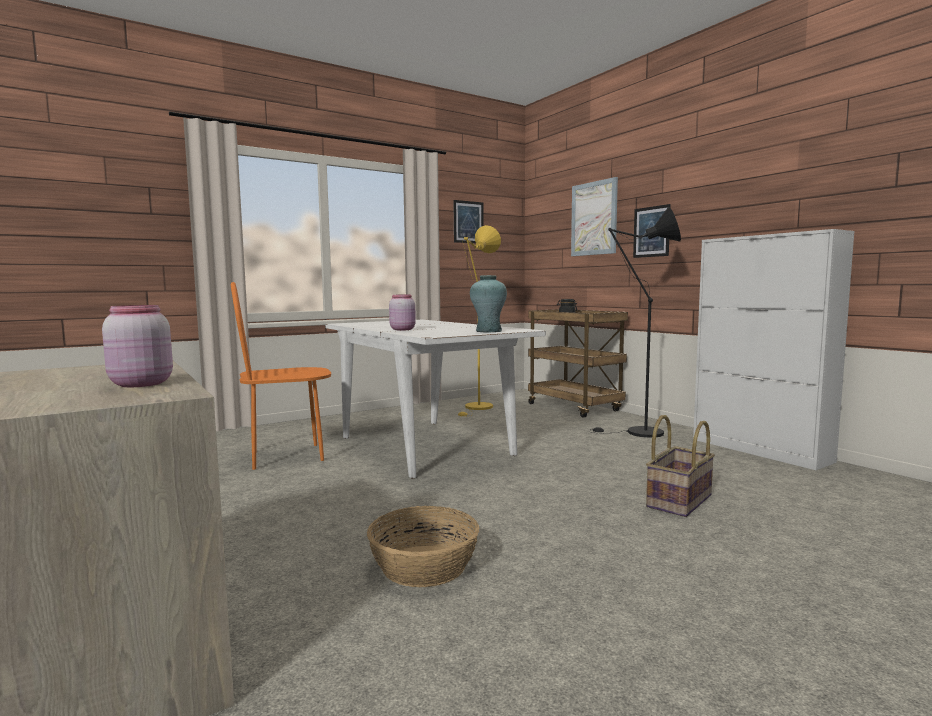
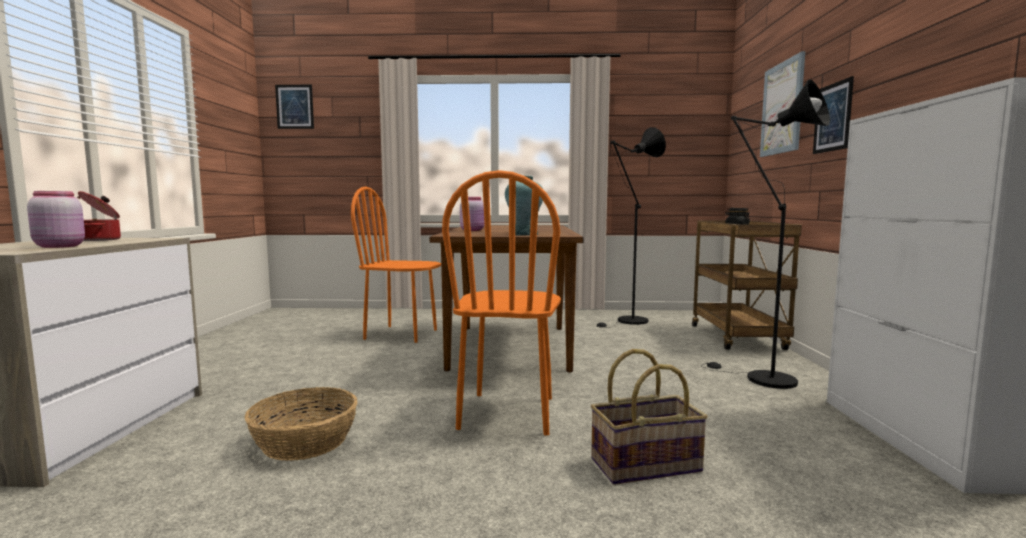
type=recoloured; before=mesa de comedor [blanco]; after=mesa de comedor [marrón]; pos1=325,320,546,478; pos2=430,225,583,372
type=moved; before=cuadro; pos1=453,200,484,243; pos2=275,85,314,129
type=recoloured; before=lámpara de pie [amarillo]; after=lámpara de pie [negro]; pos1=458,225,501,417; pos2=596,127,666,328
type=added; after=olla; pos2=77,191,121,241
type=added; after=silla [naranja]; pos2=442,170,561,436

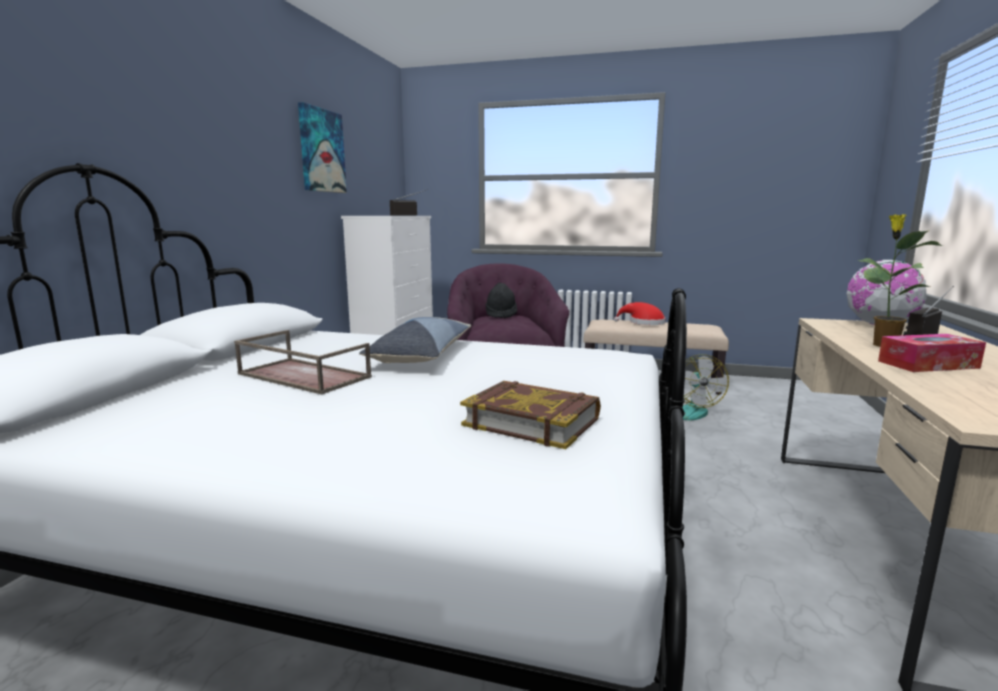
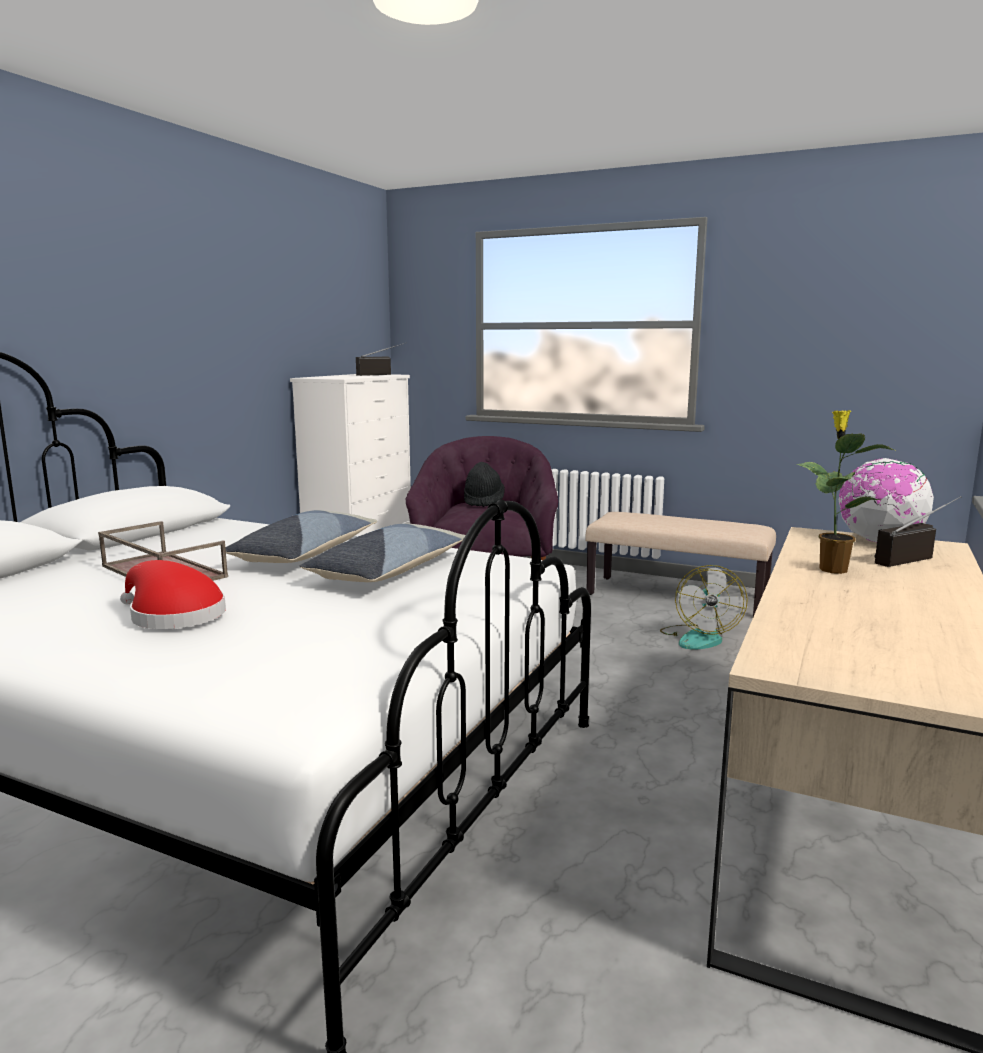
type=removed; before=cuadro; pos1=298,102,347,193
type=removed; before=libro; pos1=460,381,601,449
type=moved; before=sombrero [rojo]; pos1=614,302,665,325; pos2=120,560,226,629
type=removed; before=caja de pañuelos; pos1=878,334,986,372
type=added; after=cojín; pos2=299,524,466,582

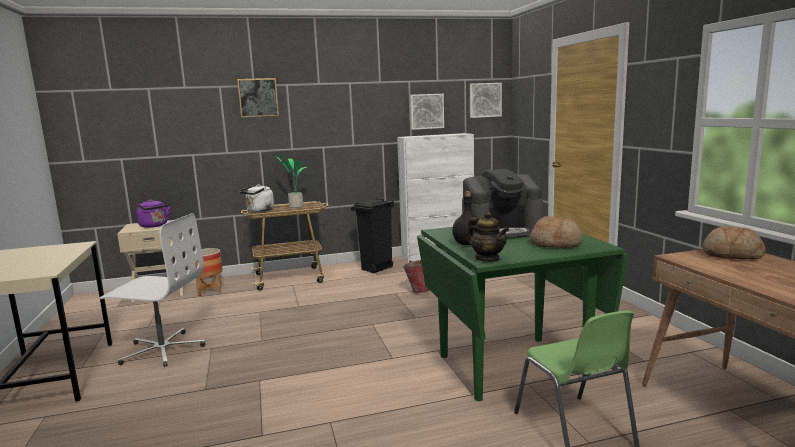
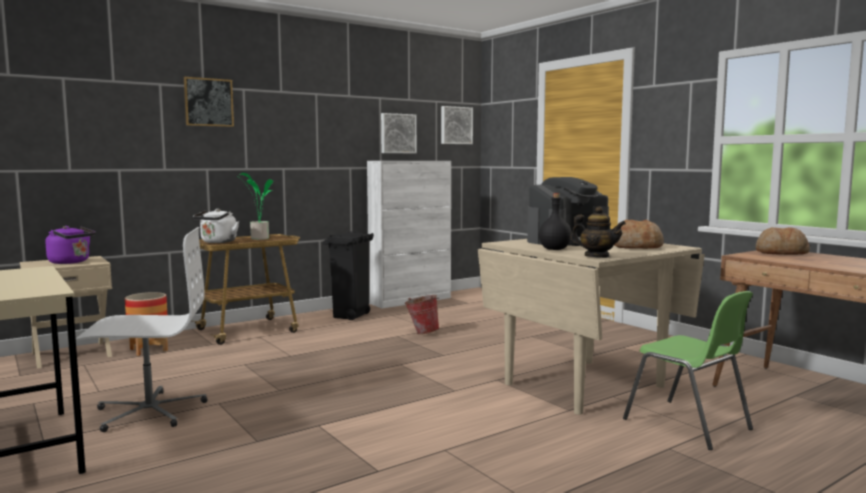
type=recoloured; before=mesa de comedor [verde]; after=mesa de comedor [beis]; pos1=417,227,629,401; pos2=478,239,705,415

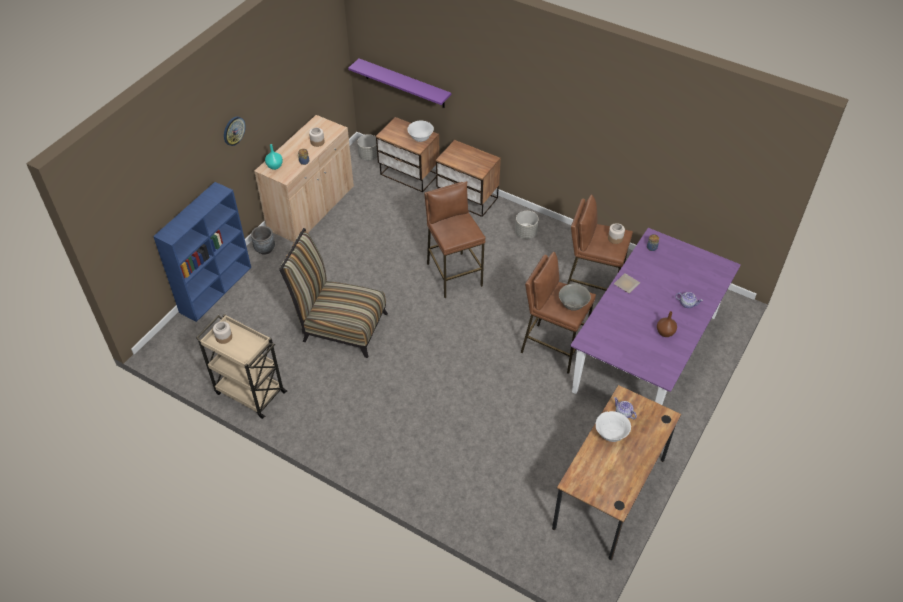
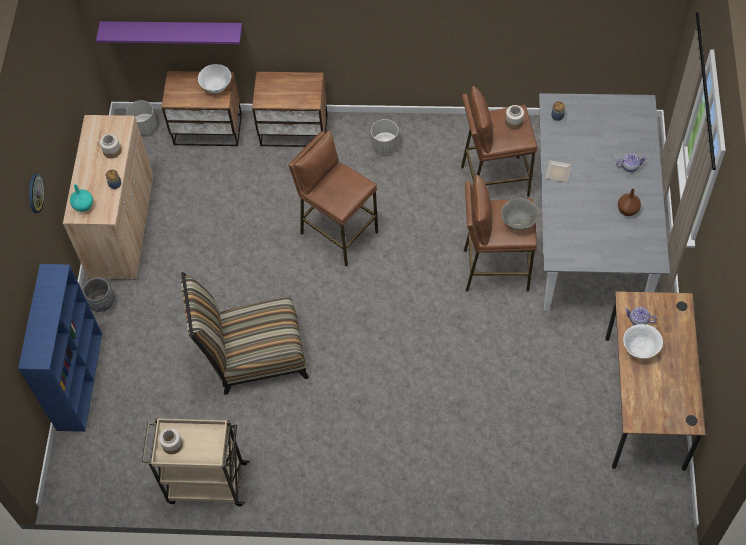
type=recoloured; before=mesa de comedor [morado]; after=mesa de comedor [gris]; pos1=570,228,741,405; pos2=539,93,670,311

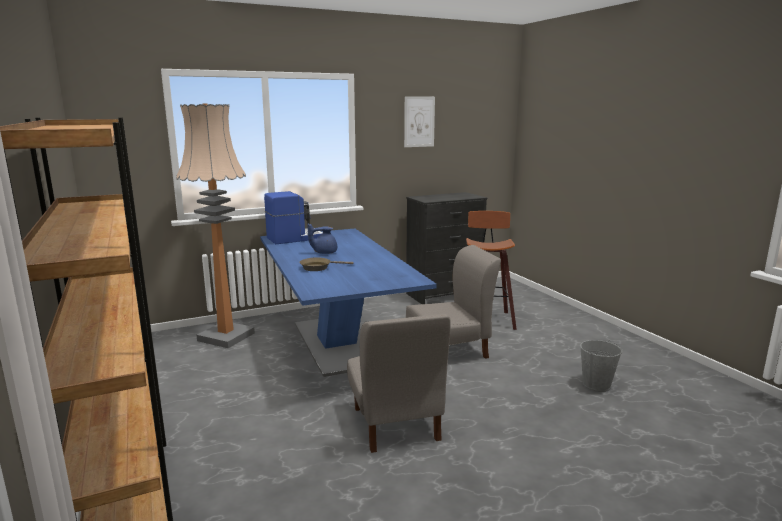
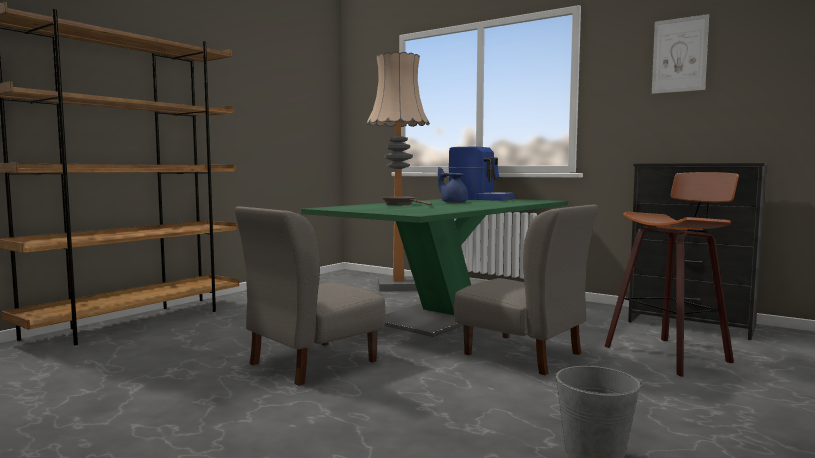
type=recoloured; before=mesa de comedor [azul]; after=mesa de comedor [verde]; pos1=260,229,437,377; pos2=301,199,568,337

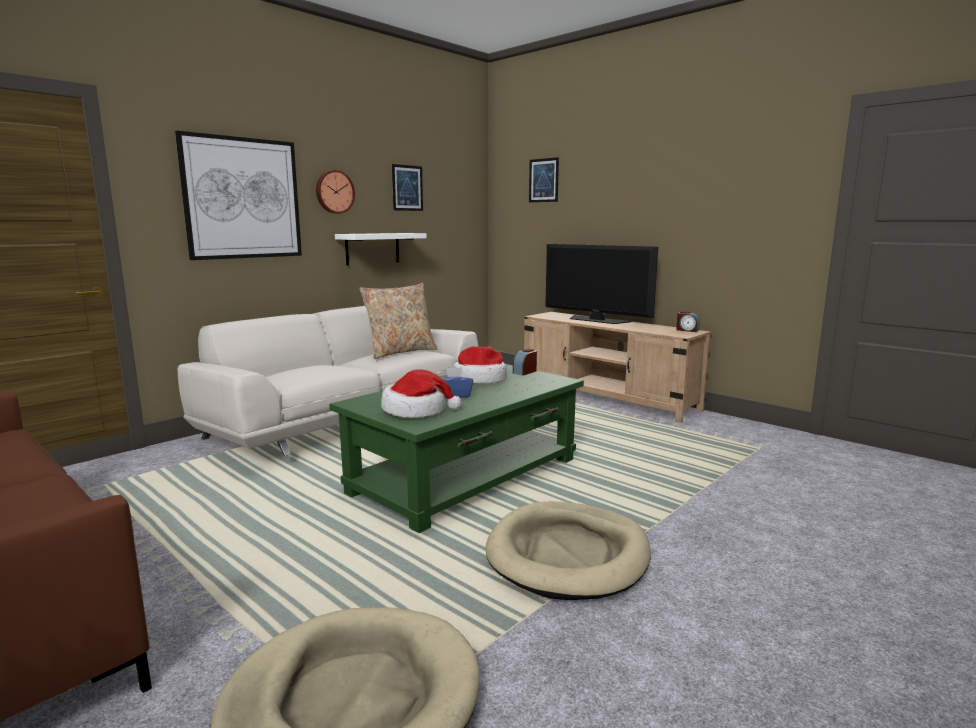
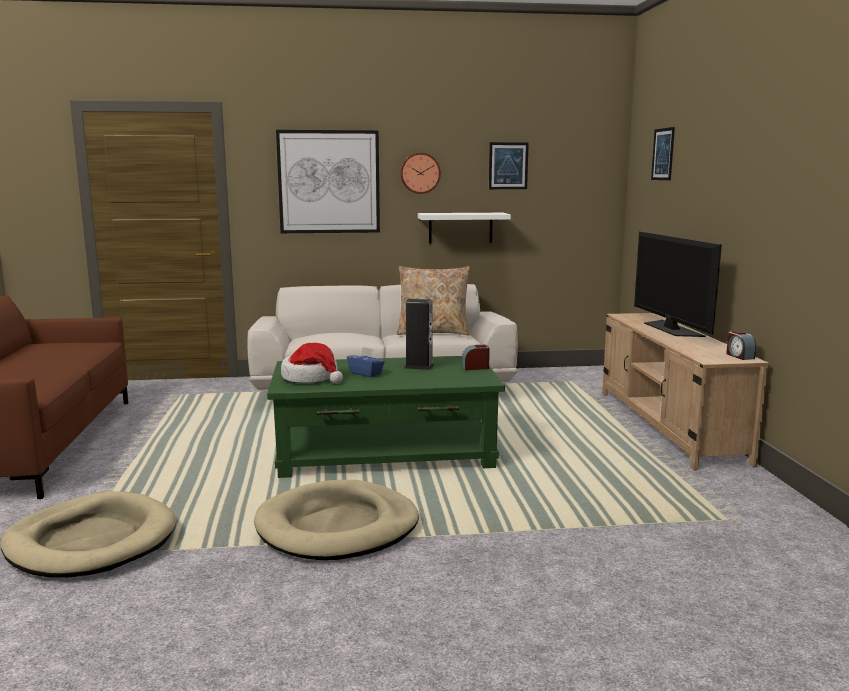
type=replaced; before=sombrero; after=altavoz; pos1=453,346,507,384; pos2=405,299,434,370

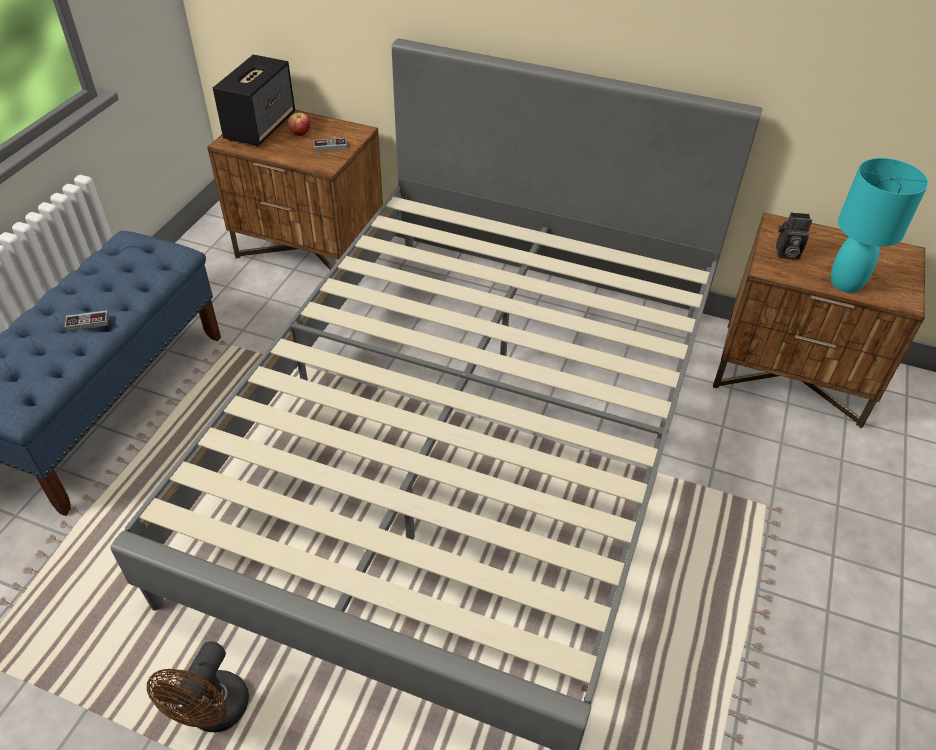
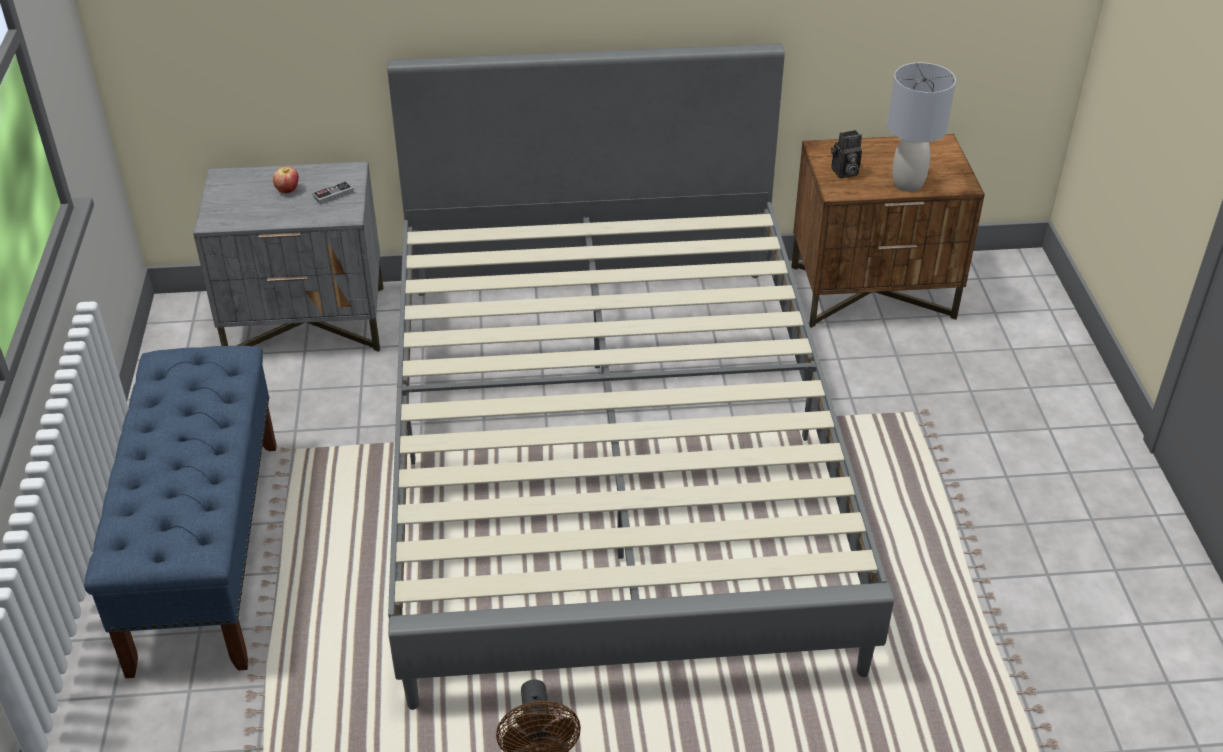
type=removed; before=mando de consola; pos1=64,310,109,331
type=recoloured; before=mesita de noche [marrón]; after=mesita de noche [gris]; pos1=207,110,383,270; pos2=193,161,384,352
type=removed; before=altavoz; pos1=213,55,295,147
type=recoloured; before=lámpara de mesa [turquesa]; after=lámpara de mesa [gris]; pos1=831,158,928,293; pos2=887,63,956,192

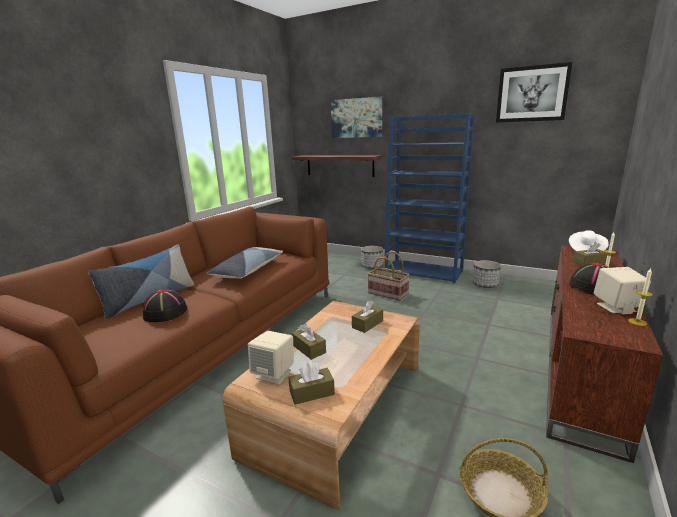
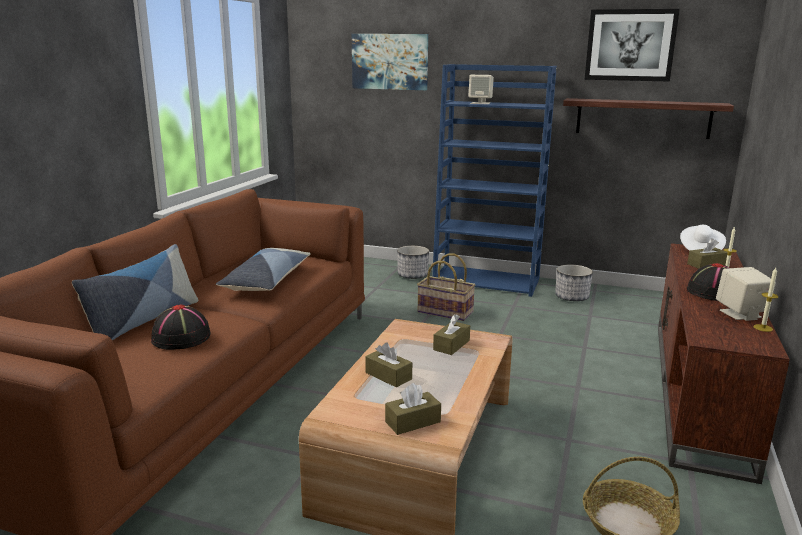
type=moved; before=altavoz [beis]; pos1=248,331,294,384; pos2=469,75,494,104
type=moved; before=estante; pos1=292,155,382,177; pos2=563,98,734,139

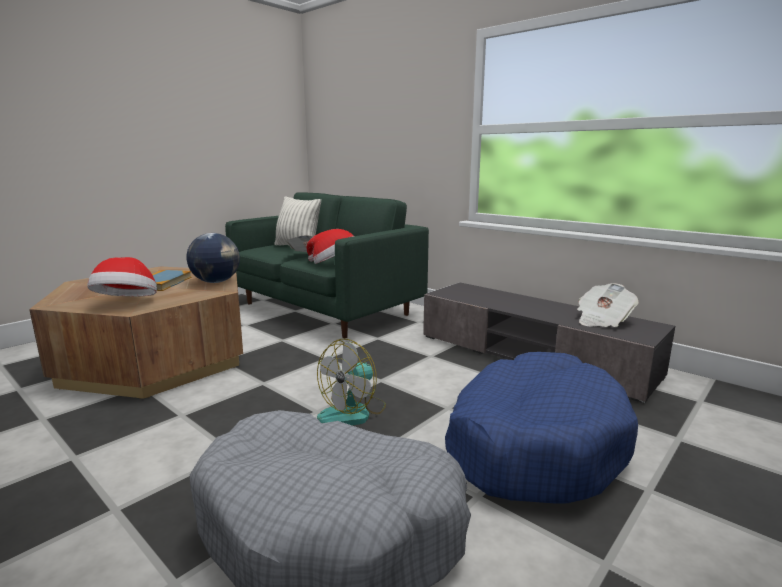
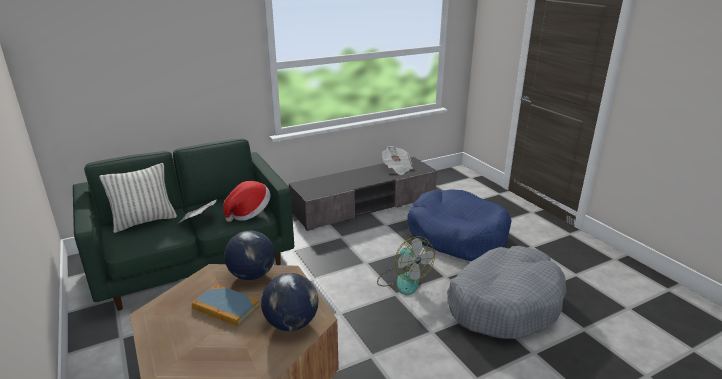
type=replaced; before=sombrero; after=globo terráqueo; pos1=87,257,157,296; pos2=261,273,319,331

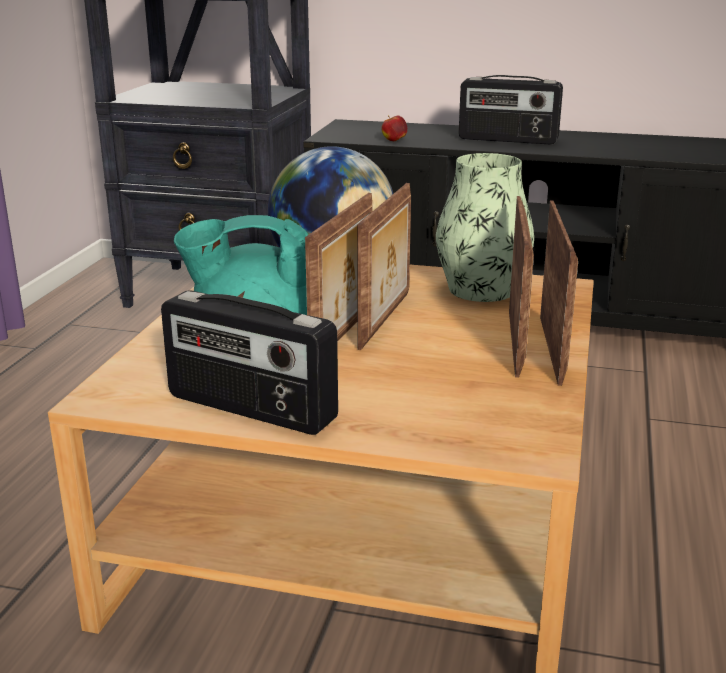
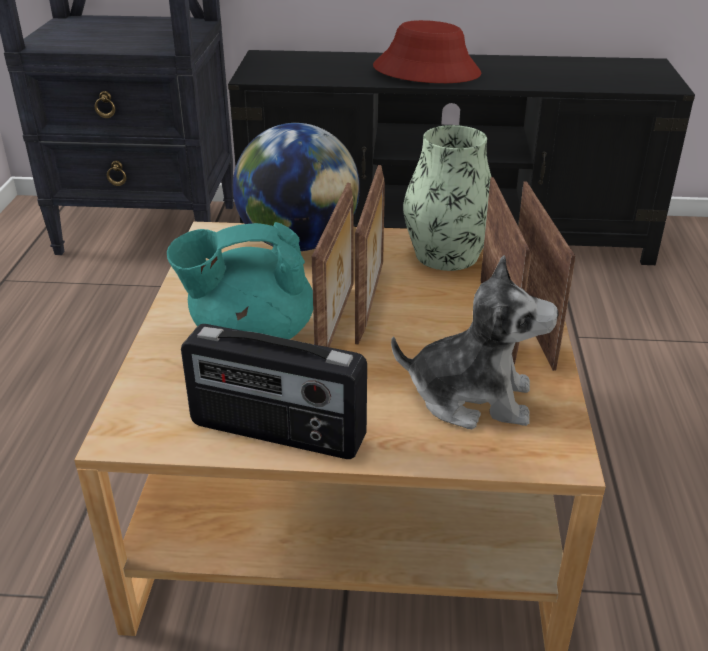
type=removed; before=manzana; pos1=381,115,407,141
type=replaced; before=radio; after=sombrero [rojo]; pos1=459,75,563,145; pos2=373,20,481,83
type=added; after=peluche; pos2=391,255,559,429

